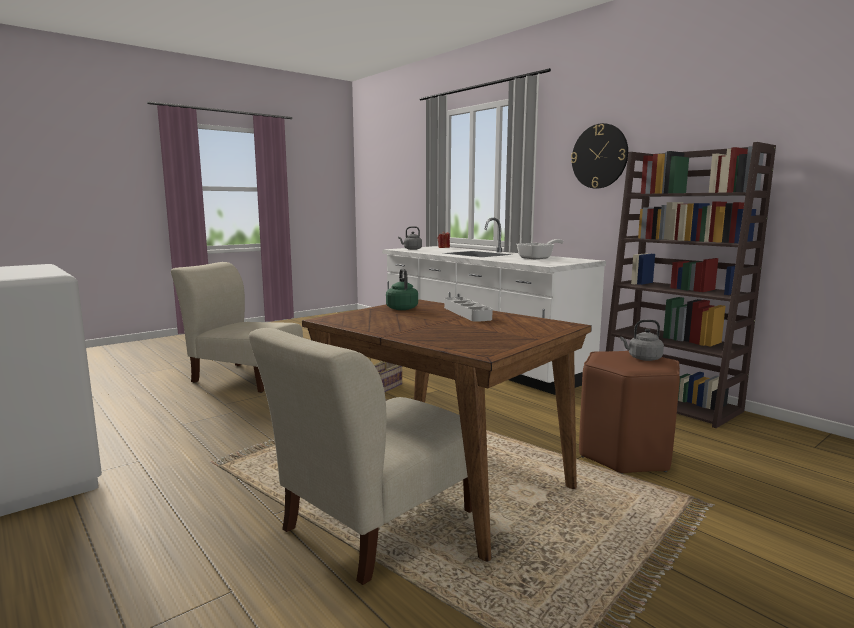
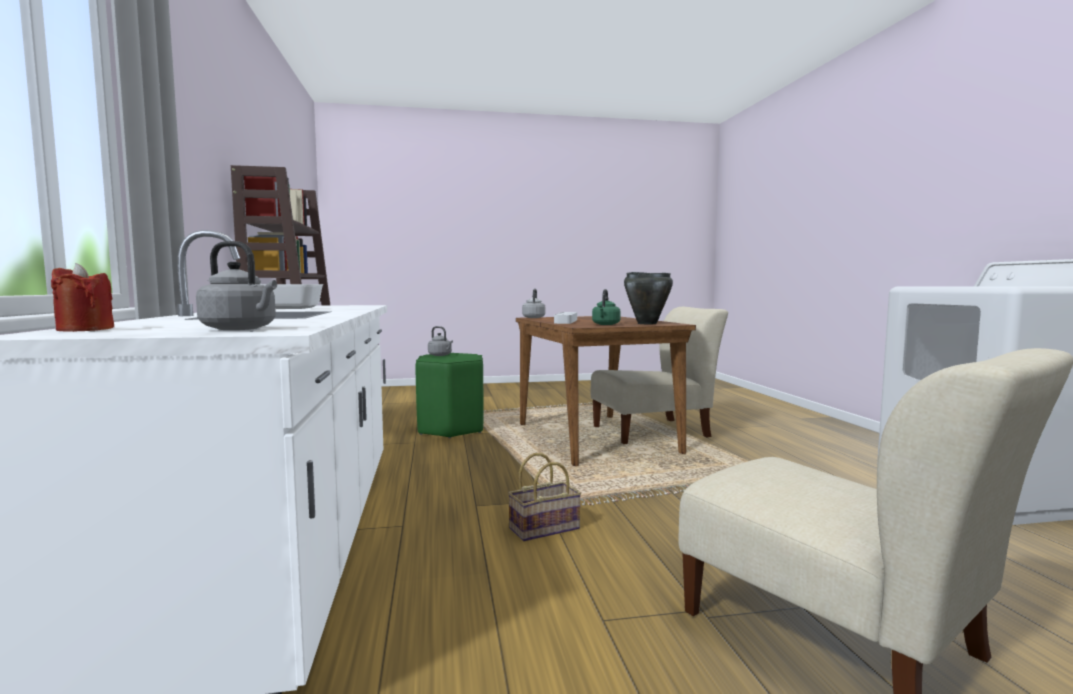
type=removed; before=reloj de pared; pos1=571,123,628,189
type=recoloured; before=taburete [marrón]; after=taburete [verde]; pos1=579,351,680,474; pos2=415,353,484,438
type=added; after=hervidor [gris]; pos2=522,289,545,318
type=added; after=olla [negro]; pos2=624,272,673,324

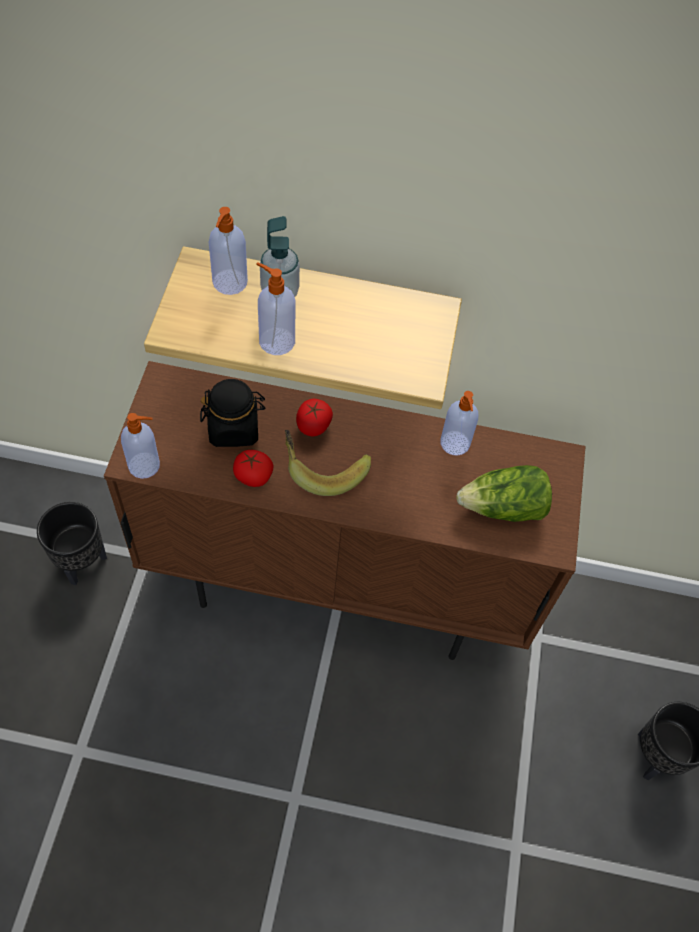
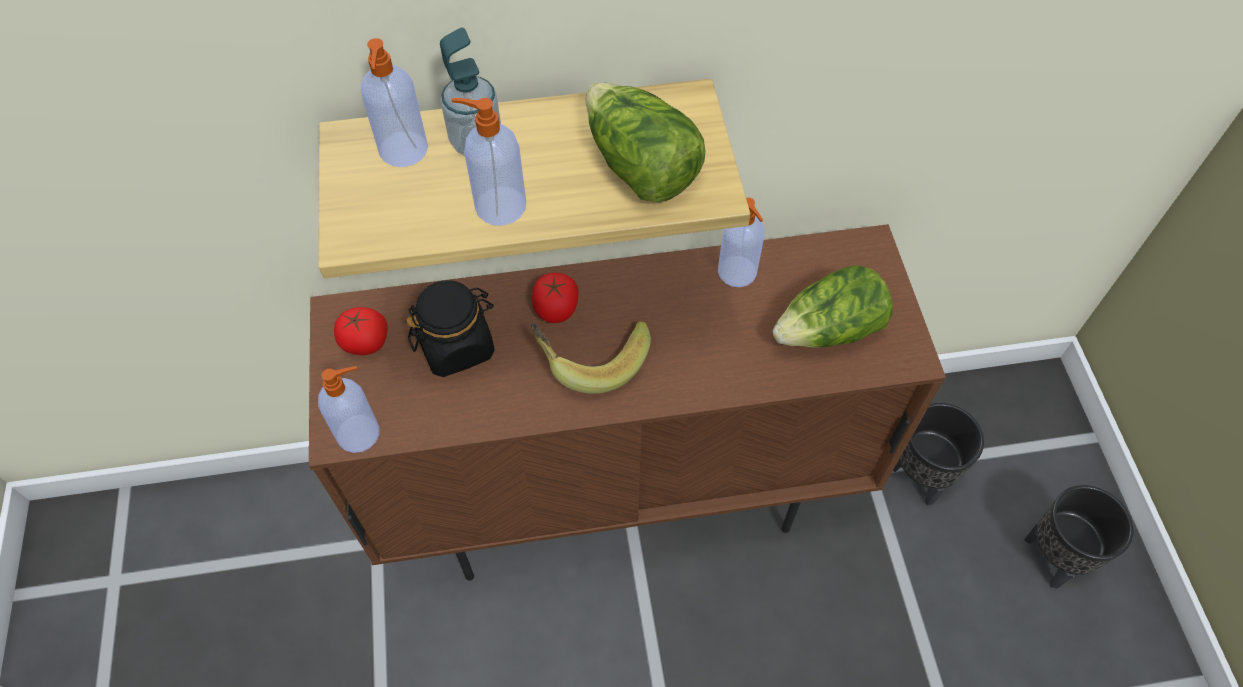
type=moved; before=maceta [negro]; pos1=37,502,107,585; pos2=893,403,984,506
type=moved; before=tomate; pos1=233,450,273,487; pos2=334,307,387,355
type=added; after=lechuga; pos2=586,82,705,202

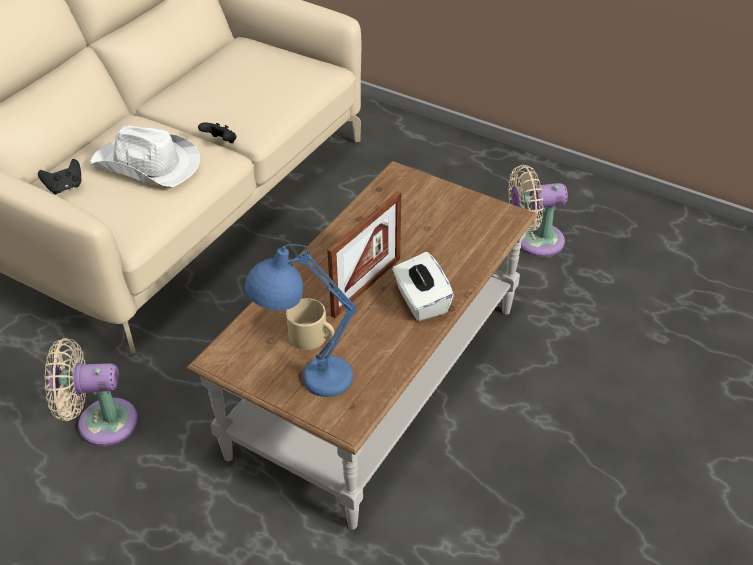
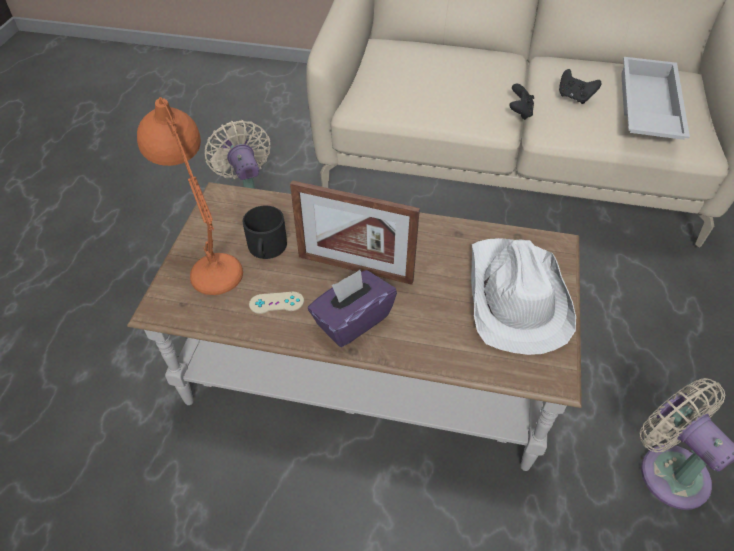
type=moved; before=mando de consola [negro]; pos1=38,159,81,194; pos2=559,69,602,104
type=moved; before=sombrero [blanco]; pos1=90,125,200,187; pos2=471,238,576,355
type=recoloured; before=lámpara de mesa [azul]; after=lámpara de mesa [naranja]; pos1=245,244,356,397; pos2=137,97,243,295
type=recoloured; before=taza grande [beis]; after=taza grande [negro]; pos1=286,298,334,350; pos2=243,206,287,259
type=recoloured; before=caja de pañuelos [blanco]; after=caja de pañuelos [morado]; pos1=392,252,454,321; pos2=308,269,397,347
type=added; after=mando de consola [beis]; pos2=249,292,304,314
type=added; after=bandeja [blanco]; pos2=621,57,690,140

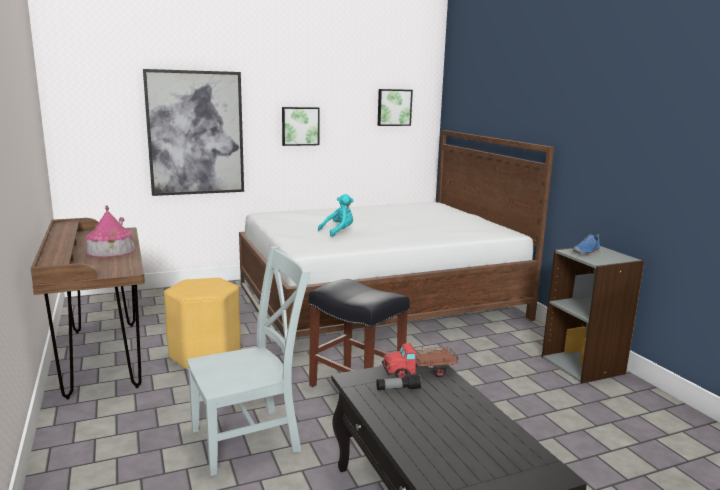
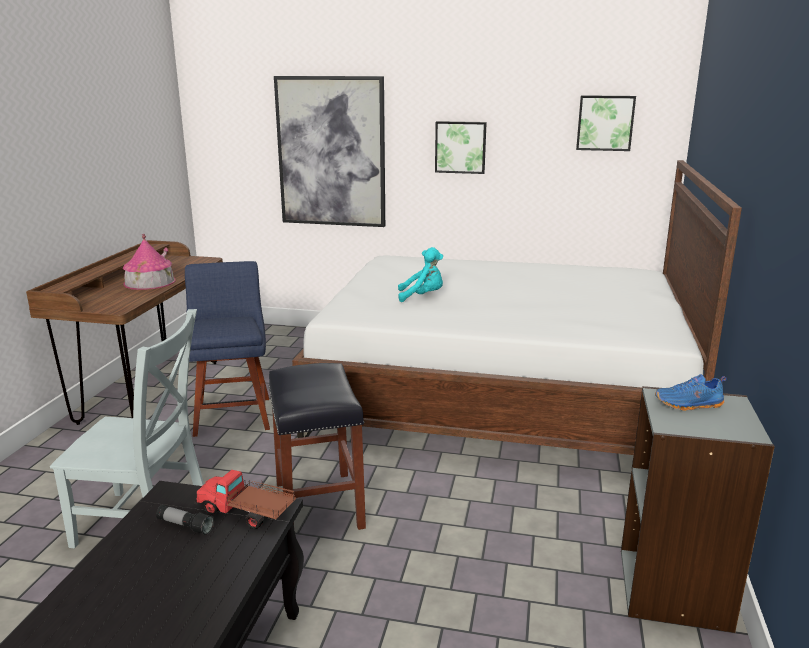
type=replaced; before=taburete [amarillo]; after=silla [azul]; pos1=164,278,241,370; pos2=185,261,270,437

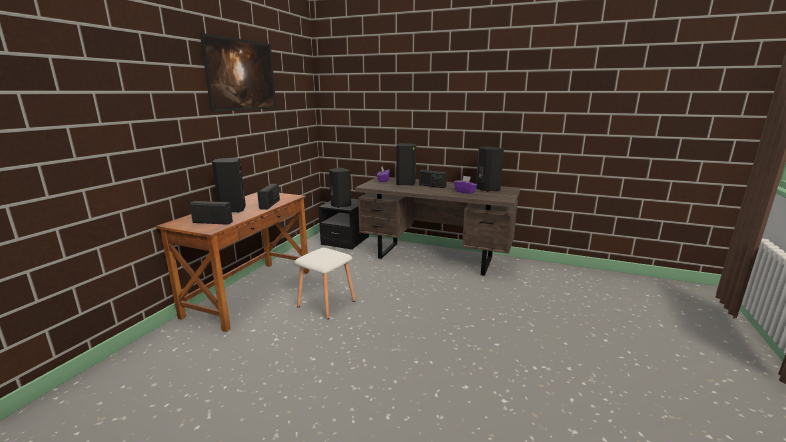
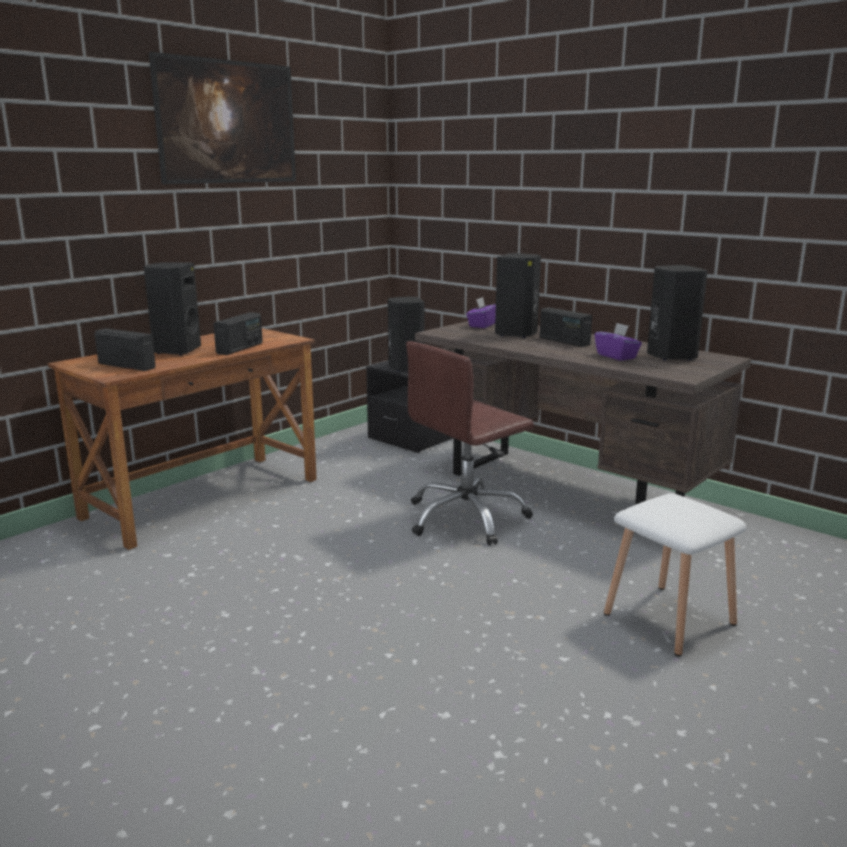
type=moved; before=taburete [blanco]; pos1=294,248,355,319; pos2=604,493,746,657
type=added; after=silla de oficina [marrón]; pos2=406,341,534,545

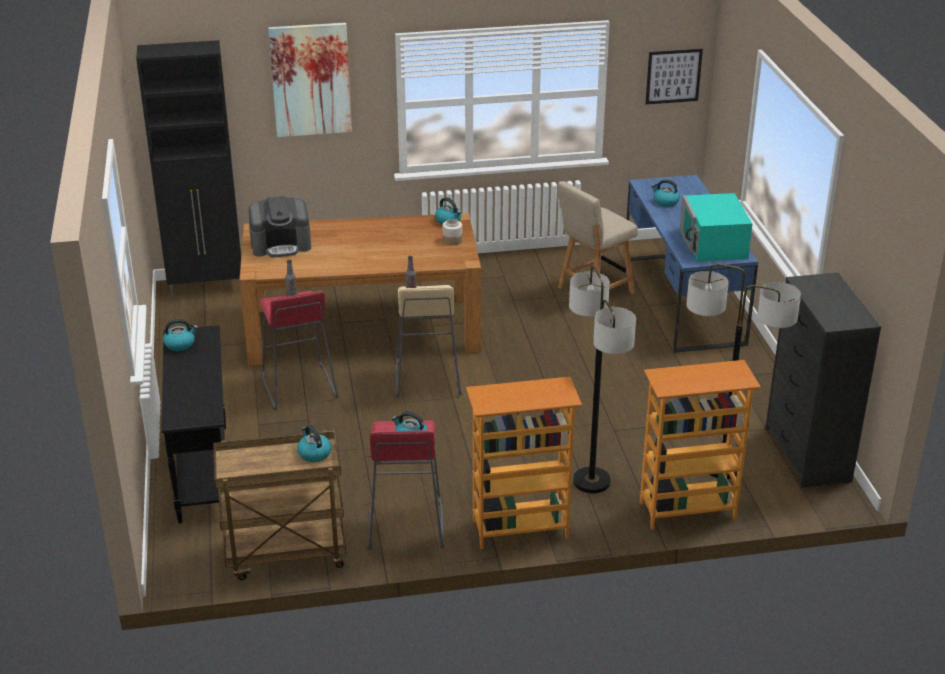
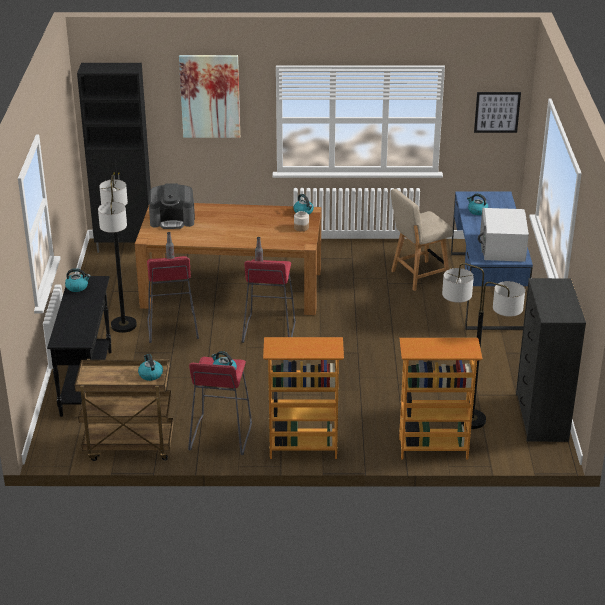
type=recoloured; before=taburete [beis]; after=taburete [rojo]; pos1=395,285,462,397; pos2=242,259,296,343
type=moved; before=lámpara de pie; pos1=569,266,636,493; pos2=98,175,137,333
type=recoloured; before=microondas [turquesa]; after=microondas [blanco]; pos1=680,193,752,261; pos2=478,208,529,262

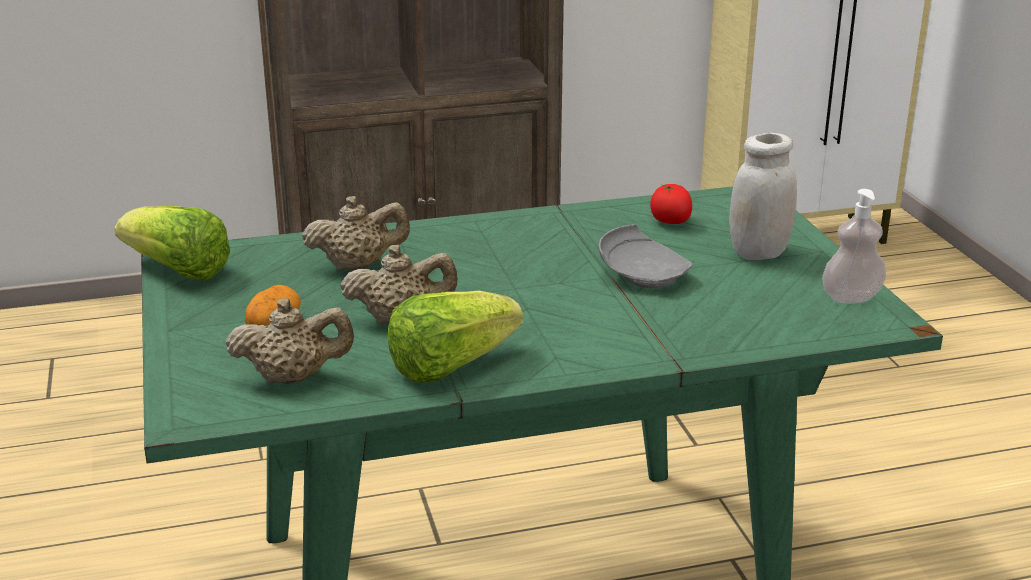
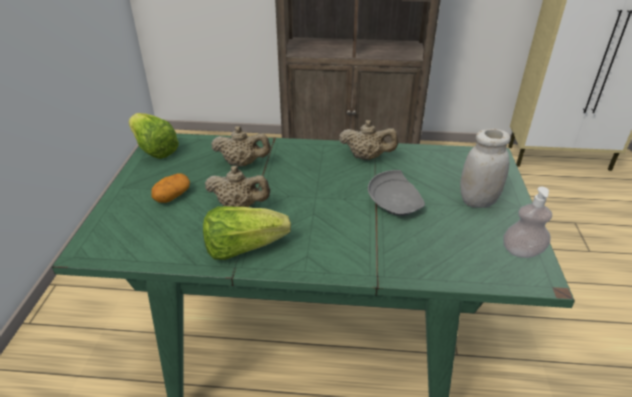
type=moved; before=tetera [beis]; pos1=225,298,354,384; pos2=339,120,398,160
type=removed; before=tomate; pos1=650,184,692,224

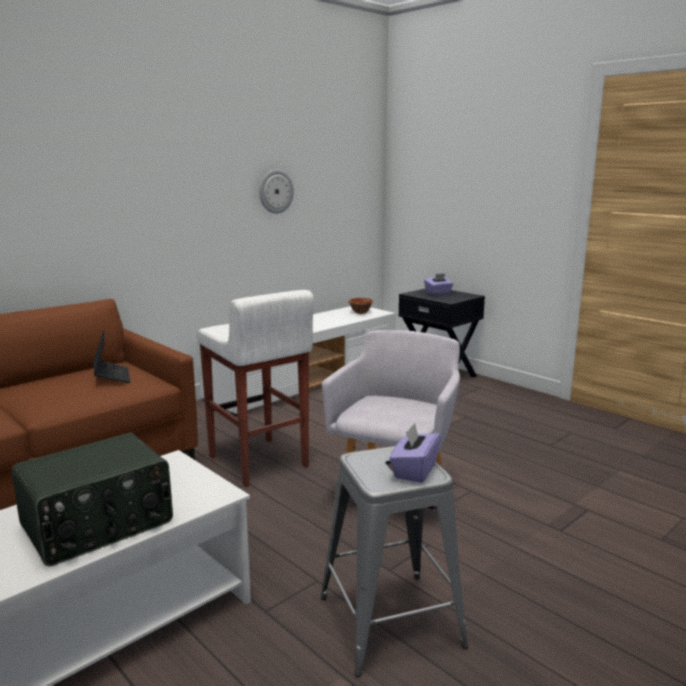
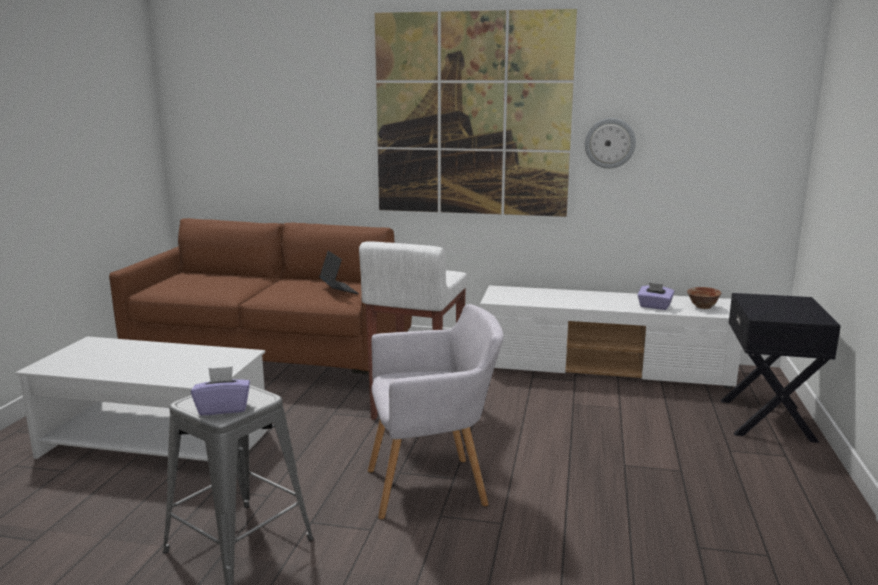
type=removed; before=radio; pos1=12,433,173,566
type=turned; before=portátil; pos1=94,329,130,383; pos2=319,251,359,294; turn=-60
type=moved; before=caja de pañuelos [morado]; pos1=424,273,453,295; pos2=638,282,674,310
type=added; after=cuadro; pos2=375,9,577,217

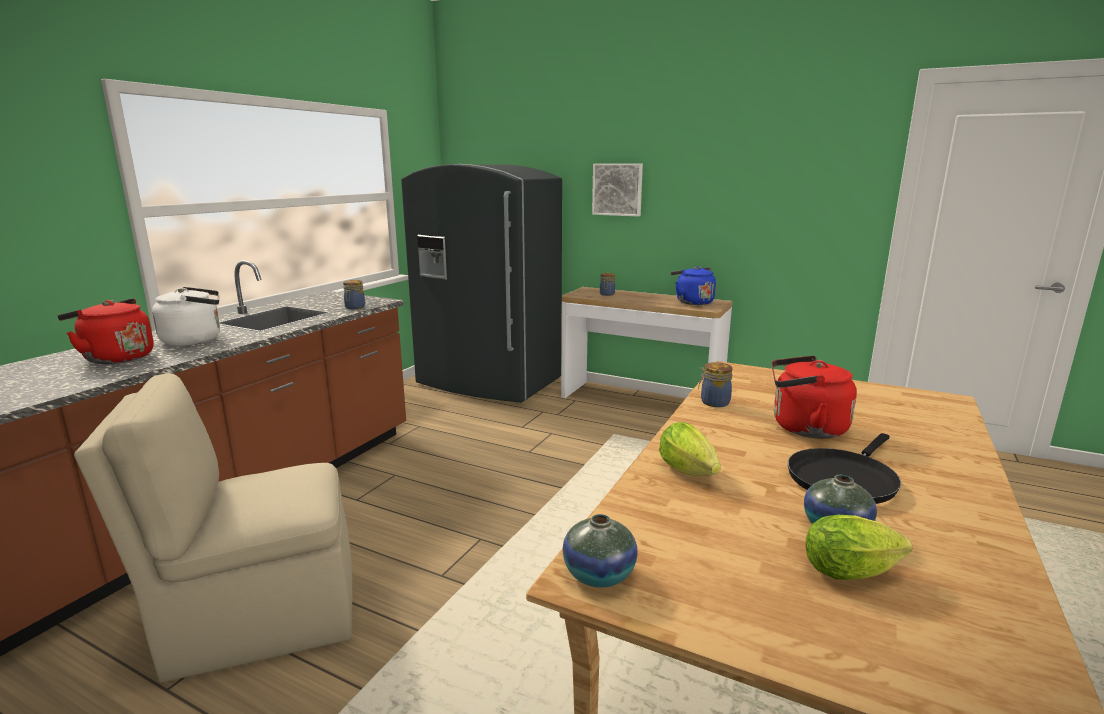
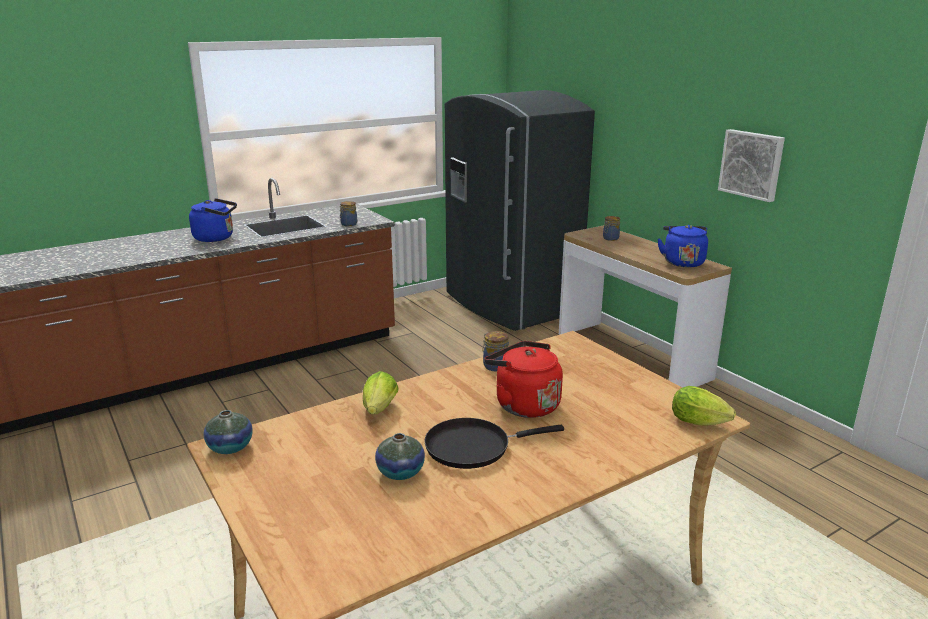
type=removed; before=hervidor [rojo]; pos1=57,299,154,364
type=removed; before=silla [beis]; pos1=74,373,352,683
type=recoloured; before=hervidor [blanco]; after=hervidor [azul]; pos1=152,287,220,346; pos2=189,198,237,242
type=moved; before=cuadro; pos1=592,163,643,216; pos2=718,129,785,202
type=moved; before=lechuga; pos1=805,515,913,580; pos2=672,386,736,425

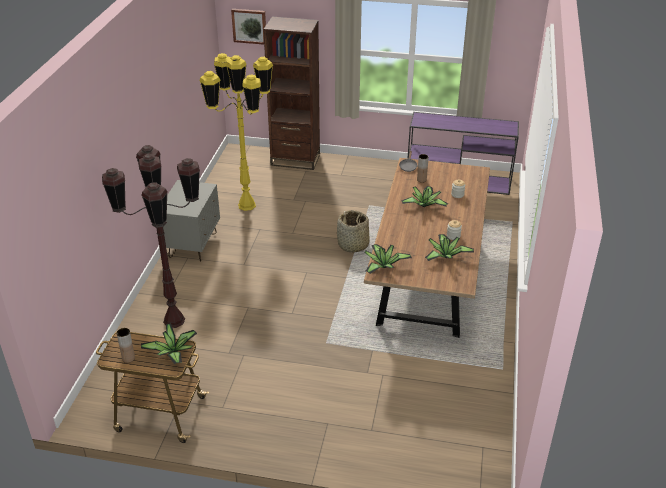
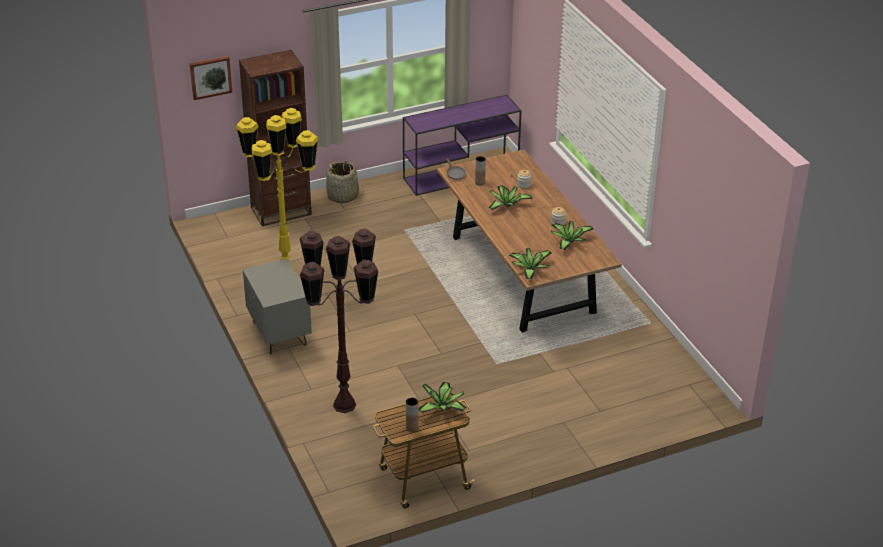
type=moved; before=cesta; pos1=337,210,369,252; pos2=325,161,363,203

